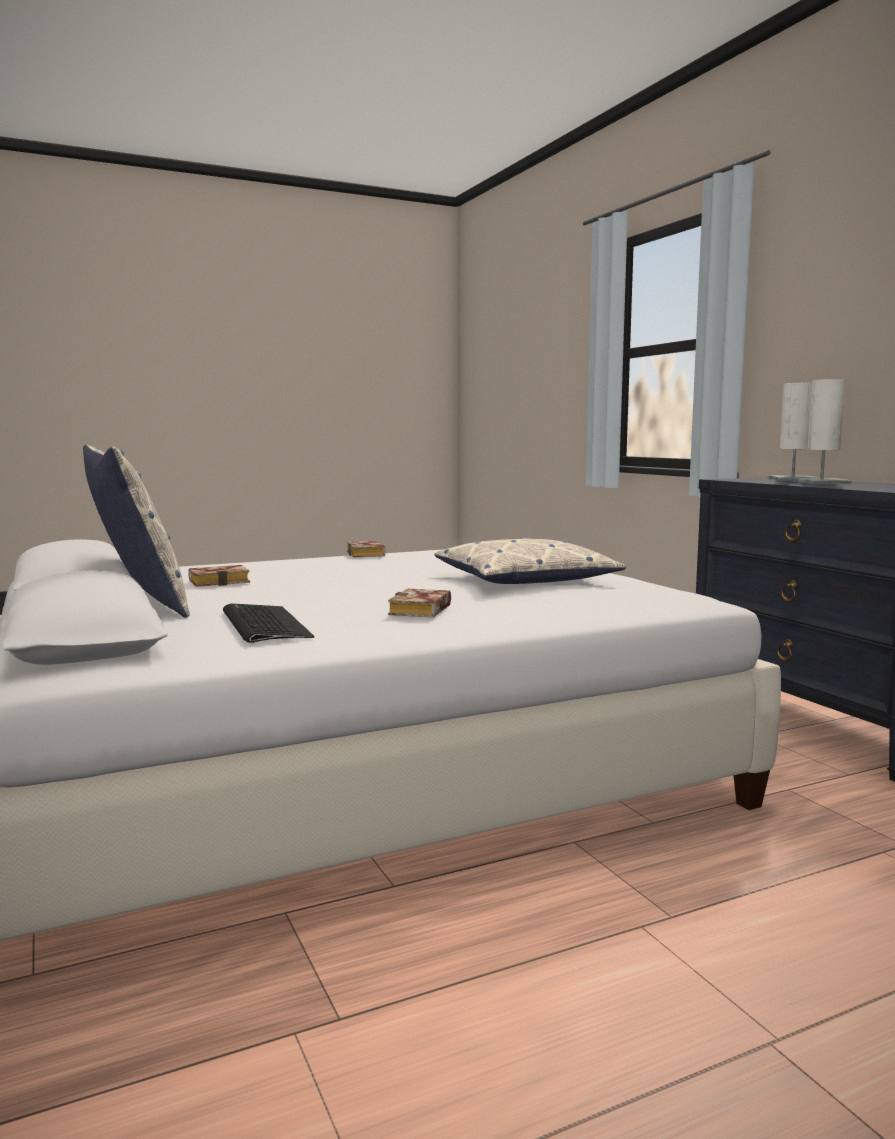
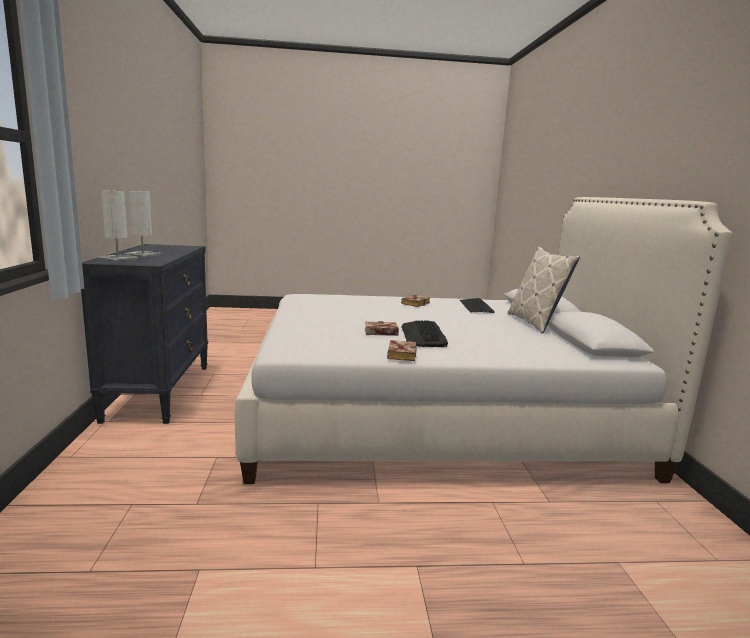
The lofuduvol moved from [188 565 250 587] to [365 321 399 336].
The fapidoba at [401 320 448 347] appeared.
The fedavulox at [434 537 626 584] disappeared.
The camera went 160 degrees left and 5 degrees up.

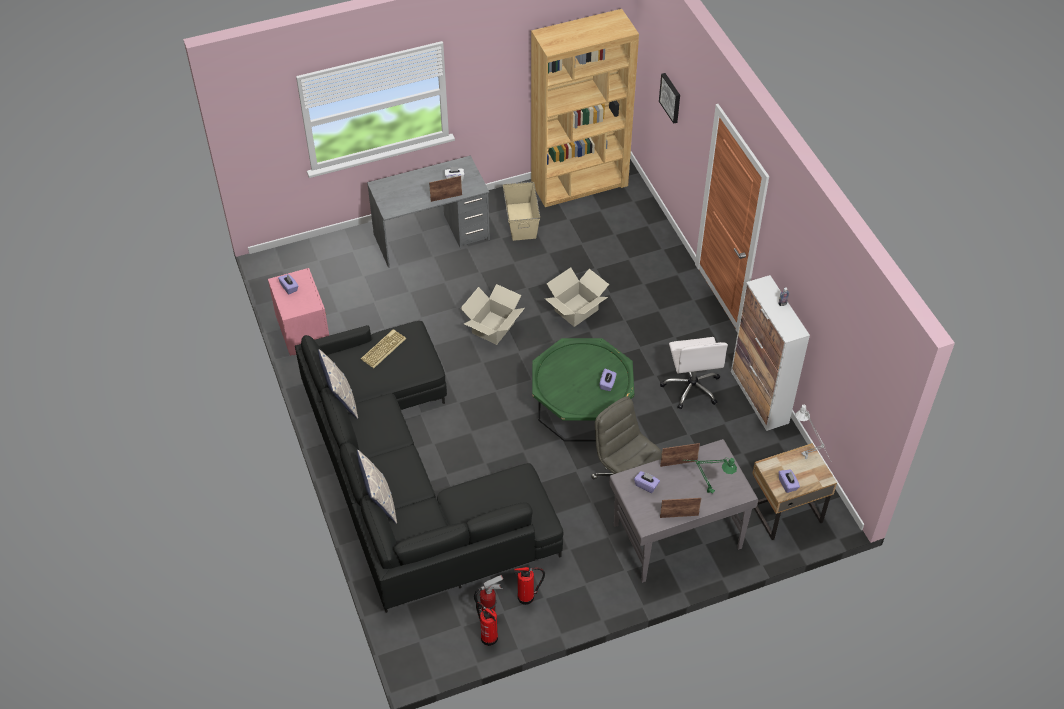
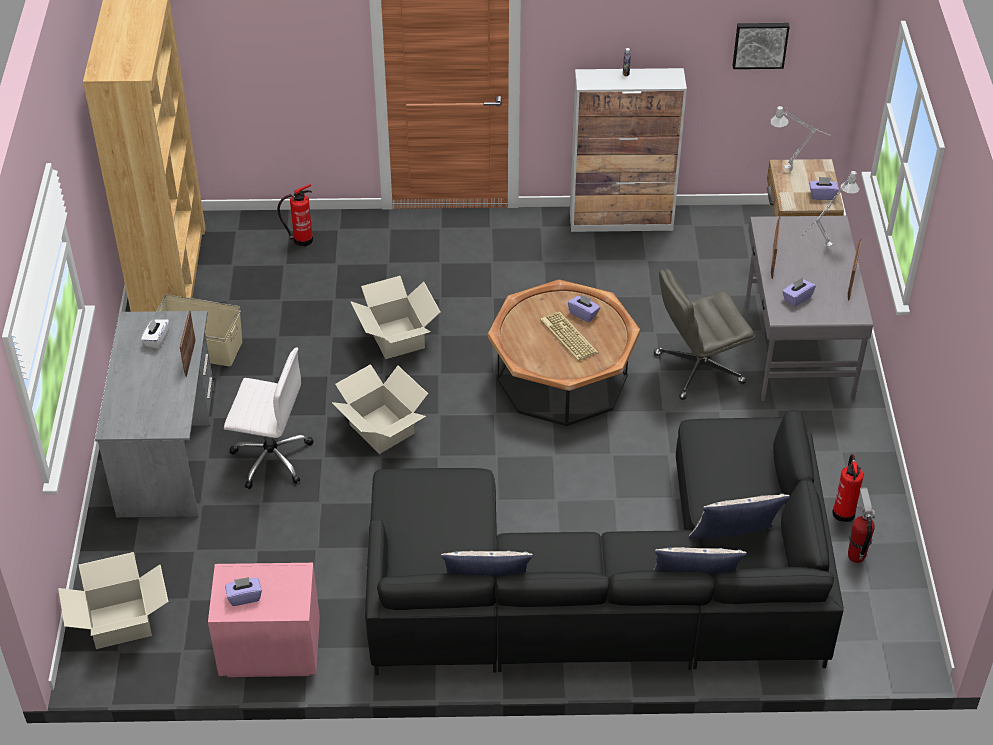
The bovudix at [58 552 168 649] appeared.
The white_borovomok moved from [660 337 728 409] to [224 347 313 489].
The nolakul moved from [476 602 498 646] to [277 184 313 246].
The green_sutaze at [532 338 634 441] became the brown_sutaze at [488 280 640 426].
The fapidoba moved from [361 329 406 368] to [540 312 598 361].
The fedavulox at [689 493 790 538] appeared.
The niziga moved from [659 73 680 124] to [732 23 790 69].
The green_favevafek at [684 457 737 494] became the grey_favevafek at [802 171 860 251].
The camera went 70 degrees left and 5 degrees down.

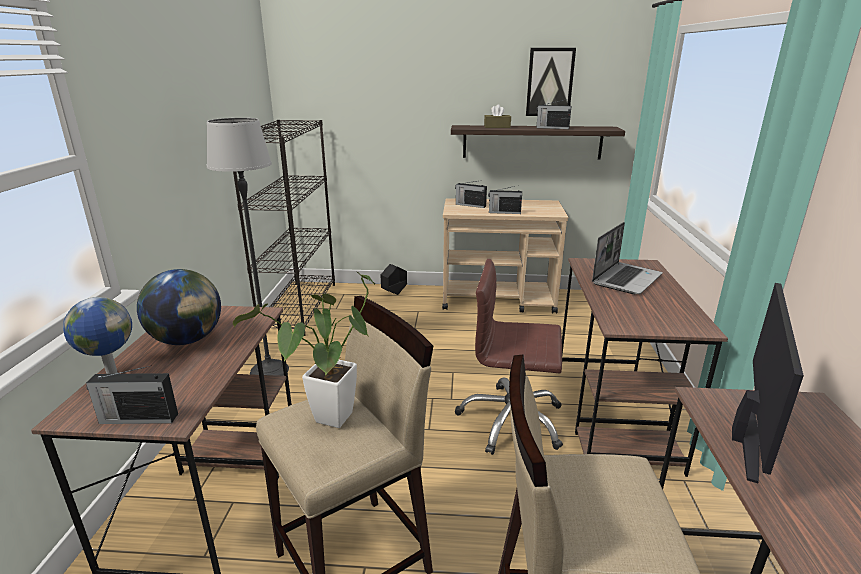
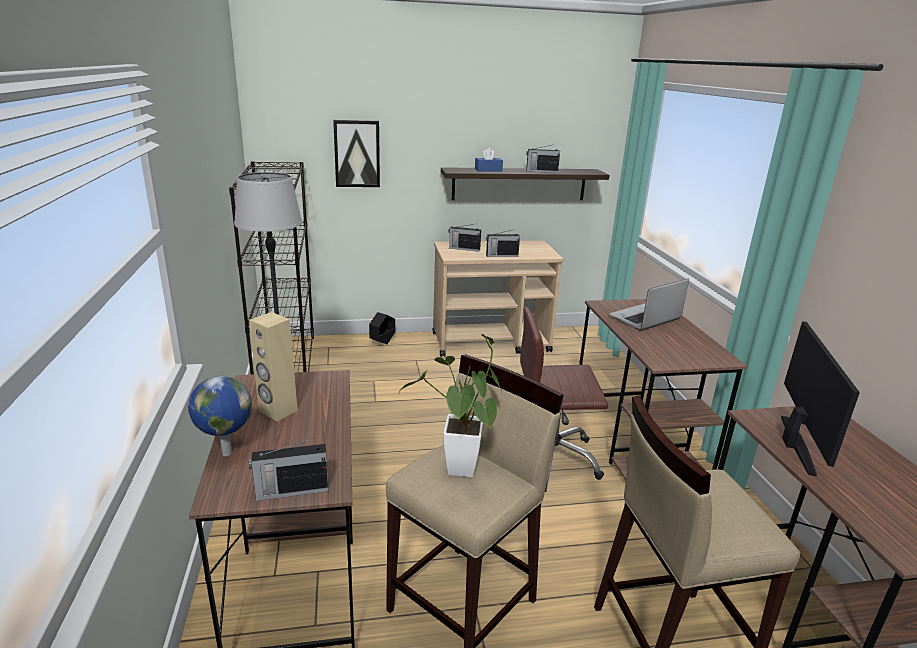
The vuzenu at [137 269 221 345] was replaced by the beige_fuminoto at [249 312 298 421].
The niziga moved from [526 48 576 116] to [333 120 380 187].
The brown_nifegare at [484 104 511 128] became the blue_nifegare at [475 148 503 171].
The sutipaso at [592 222 663 294] turned 150 degrees counterclockwise.
The camera went 15 degrees left and 0 degrees up.

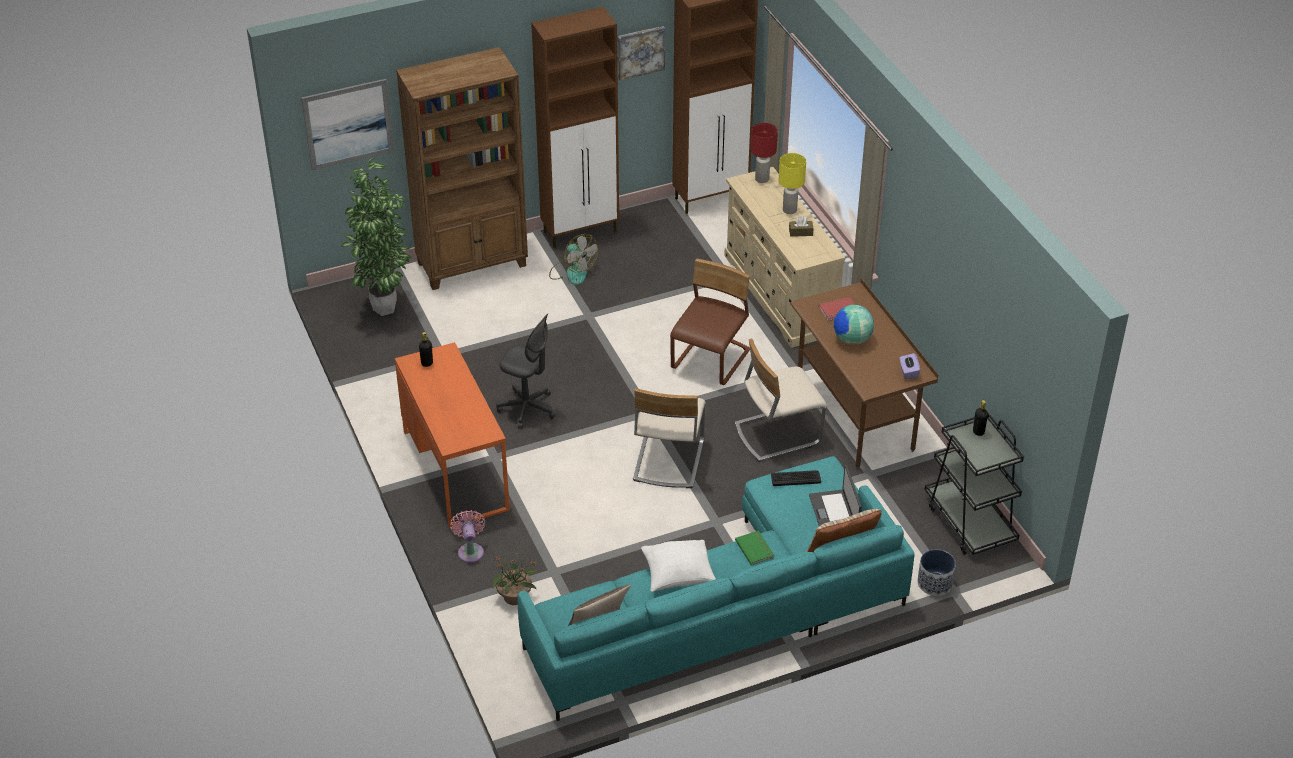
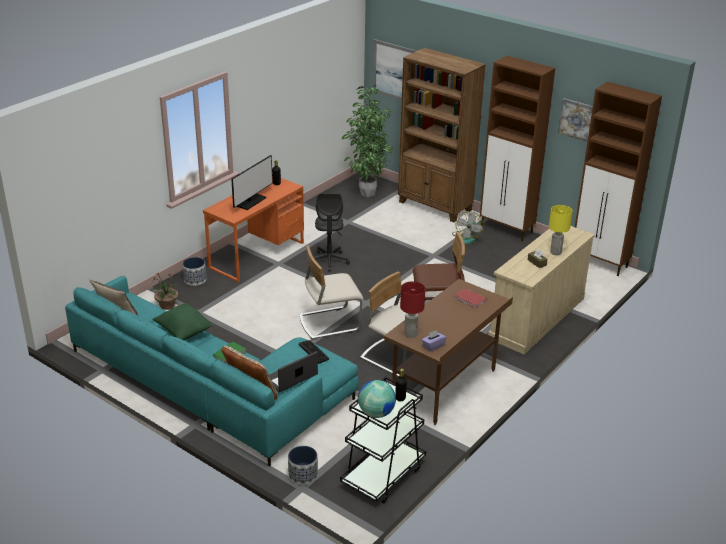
The white_fedavulox at [641 540 716 592] became the green_fedavulox at [153 303 213 340].
The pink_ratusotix at [450 510 485 563] was replaced by the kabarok at [182 257 206 286].
The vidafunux at [231 155 273 210] appeared.
The vuzenu moved from [834 305 874 345] to [358 380 396 418].
The red_favevafek moved from [751 123 778 183] to [400 281 425 338].
The camera went 60 degrees right and 10 degrees down.

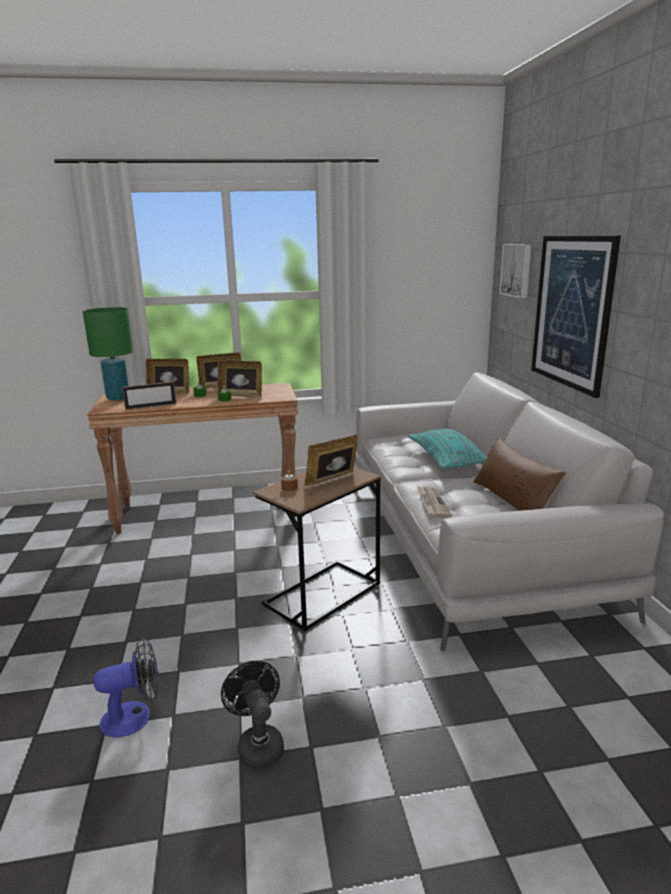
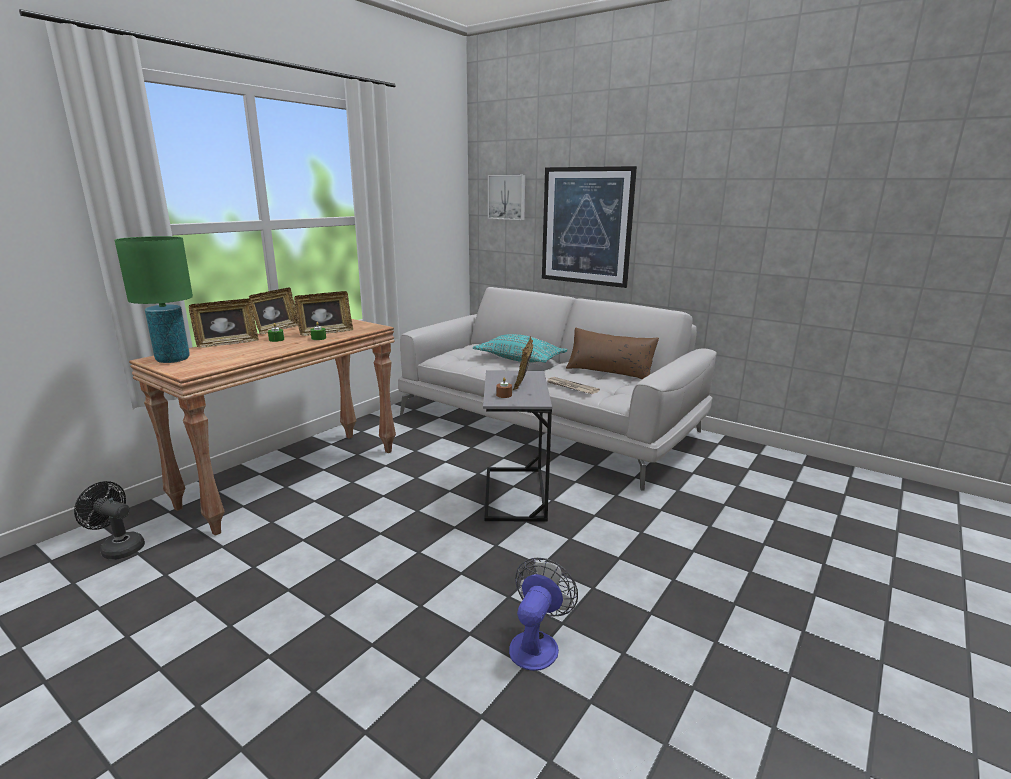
The black_ratusotix moved from [221 661 284 769] to [74 481 145 560].
The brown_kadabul at [253 467 381 631] became the grey_kadabul at [483 370 552 522].
The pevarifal at [122 381 176 410] disappeared.
The camera went 45 degrees left and 0 degrees up.

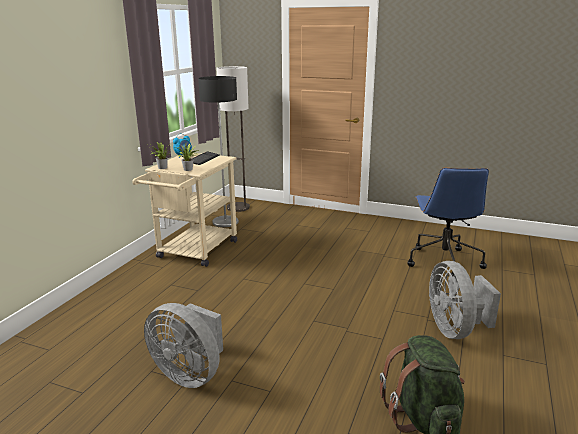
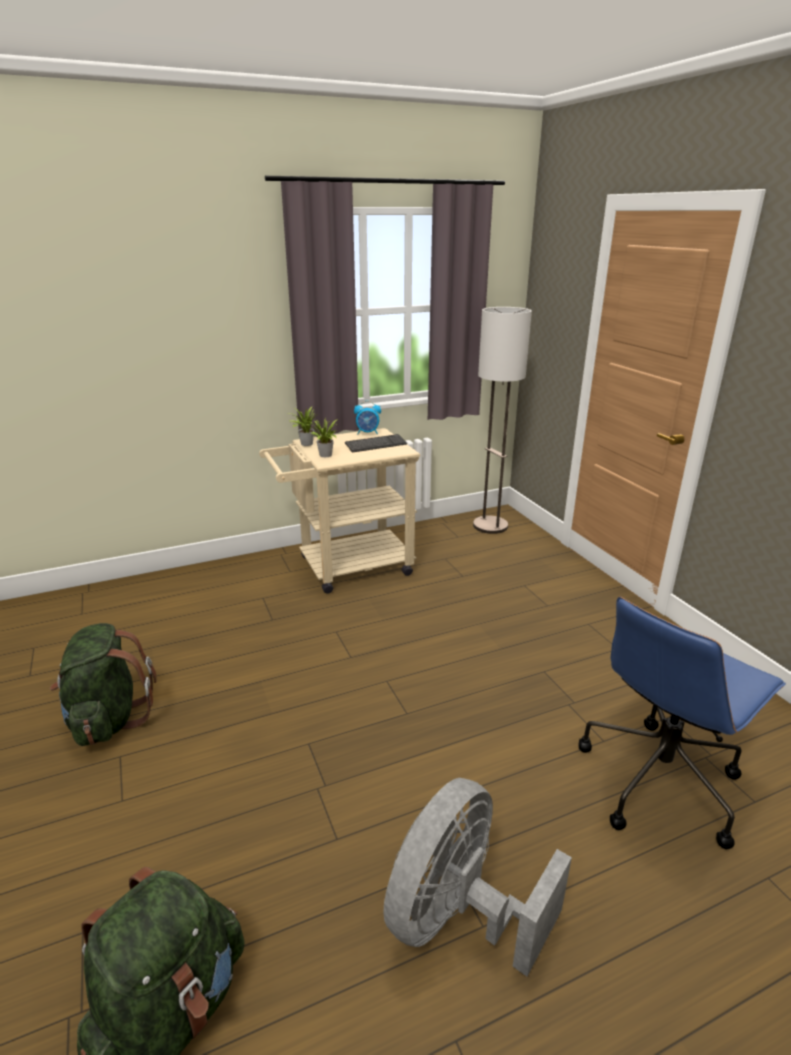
The grey_ratusotix at [144 303 223 388] was replaced by the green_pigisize at [50 623 156 746].
The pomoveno at [198 76 239 227] disappeared.
The camera went 45 degrees right and 5 degrees up.

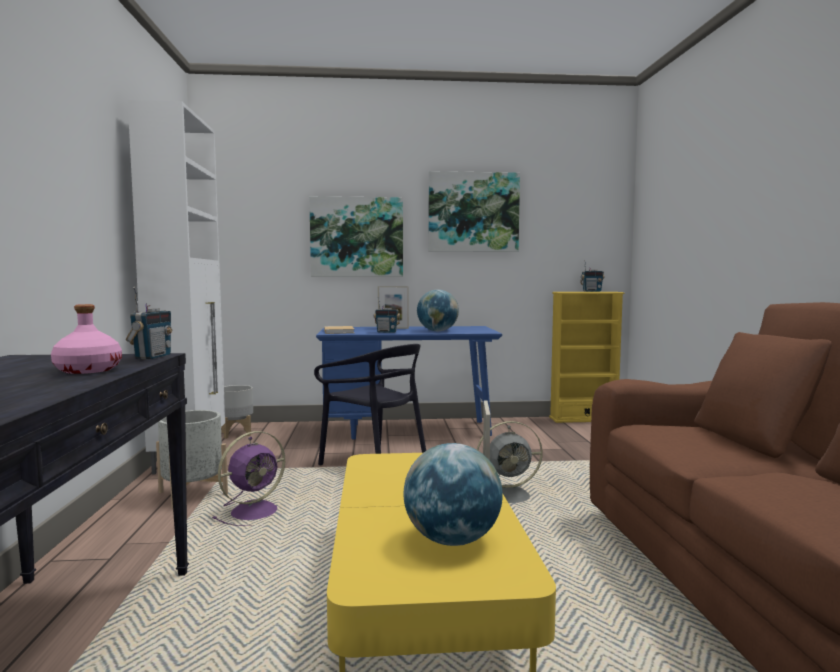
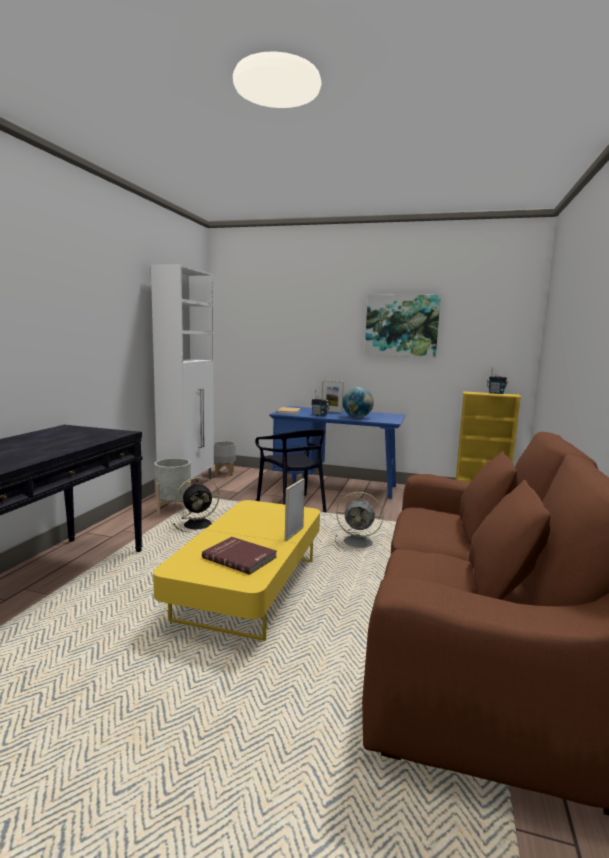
The purple_ratusotix at [212 431 285 526] became the black_ratusotix at [173 477 219 533].
The vuzenu at [403 443 503 546] was replaced by the red_lofuduvol at [202 537 277 575].
The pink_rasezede at [51 304 122 374] disappeared.
The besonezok at [126 287 172 360] disappeared.
The niziga at [309 196 403 277] disappeared.
The camera went 20 degrees right and 5 degrees up.

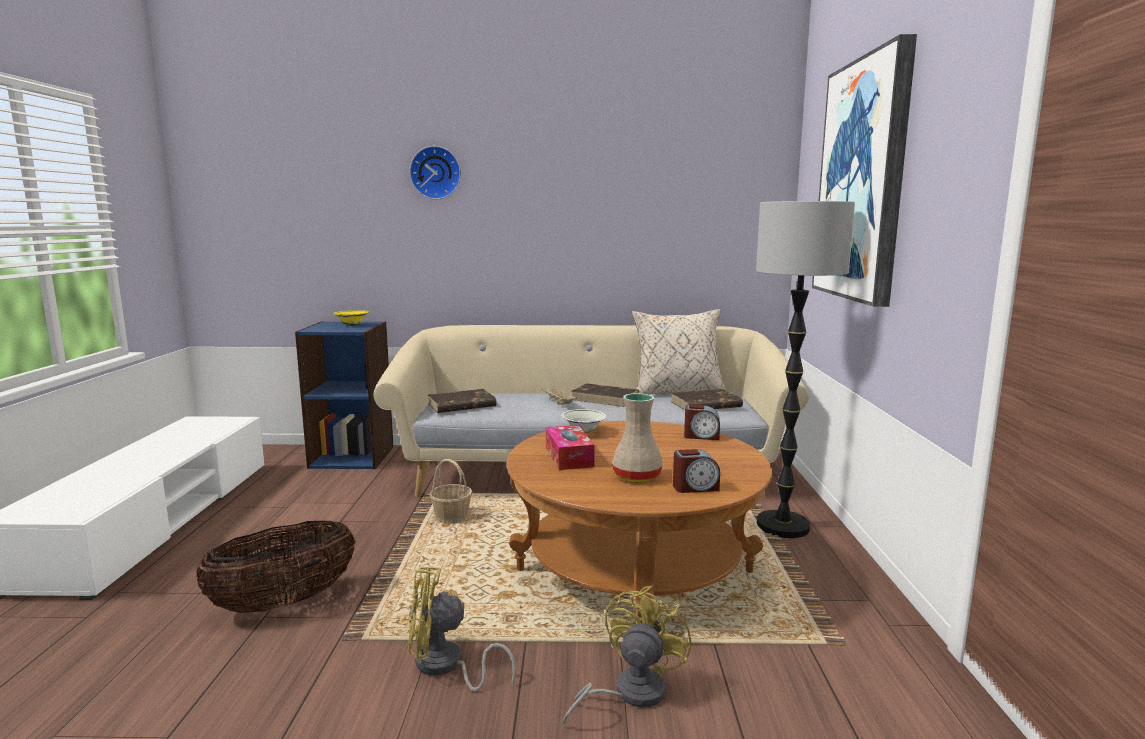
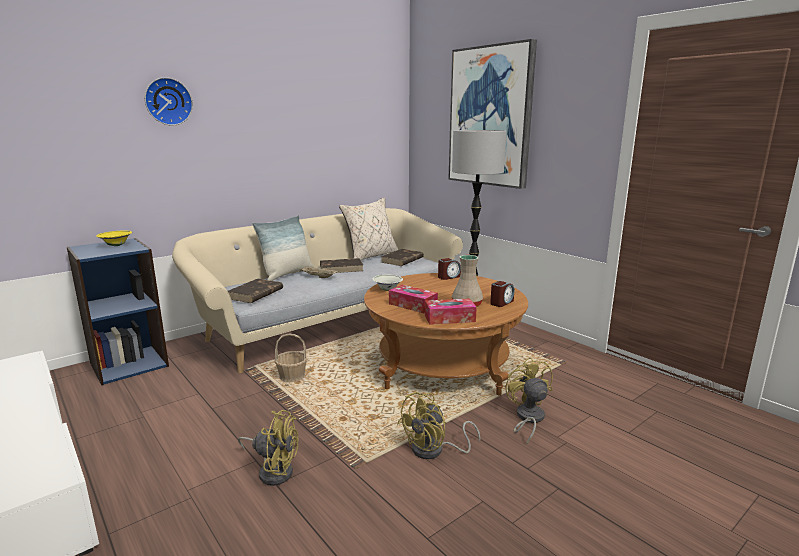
The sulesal at [196 521 356 613] was replaced by the yellow_ratusotix at [238 410 299 486].
The fedavulox at [252 215 314 281] appeared.
The nifegare at [425 298 477 325] appeared.
The camera went 40 degrees left and 5 degrees up.

